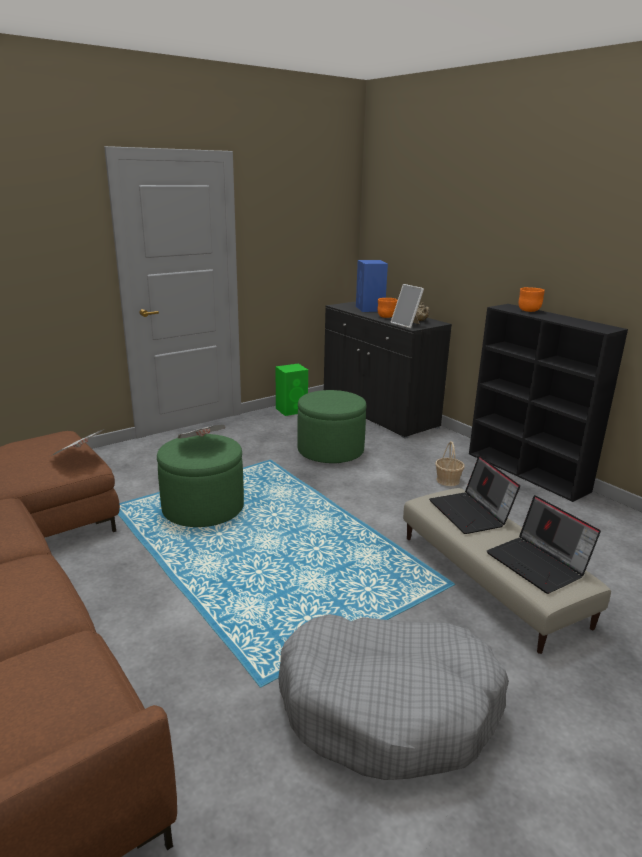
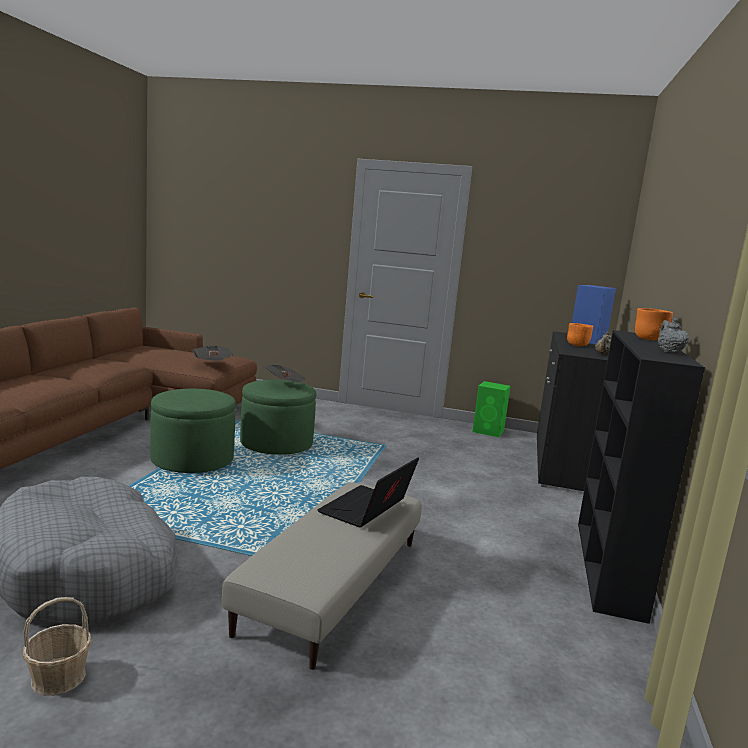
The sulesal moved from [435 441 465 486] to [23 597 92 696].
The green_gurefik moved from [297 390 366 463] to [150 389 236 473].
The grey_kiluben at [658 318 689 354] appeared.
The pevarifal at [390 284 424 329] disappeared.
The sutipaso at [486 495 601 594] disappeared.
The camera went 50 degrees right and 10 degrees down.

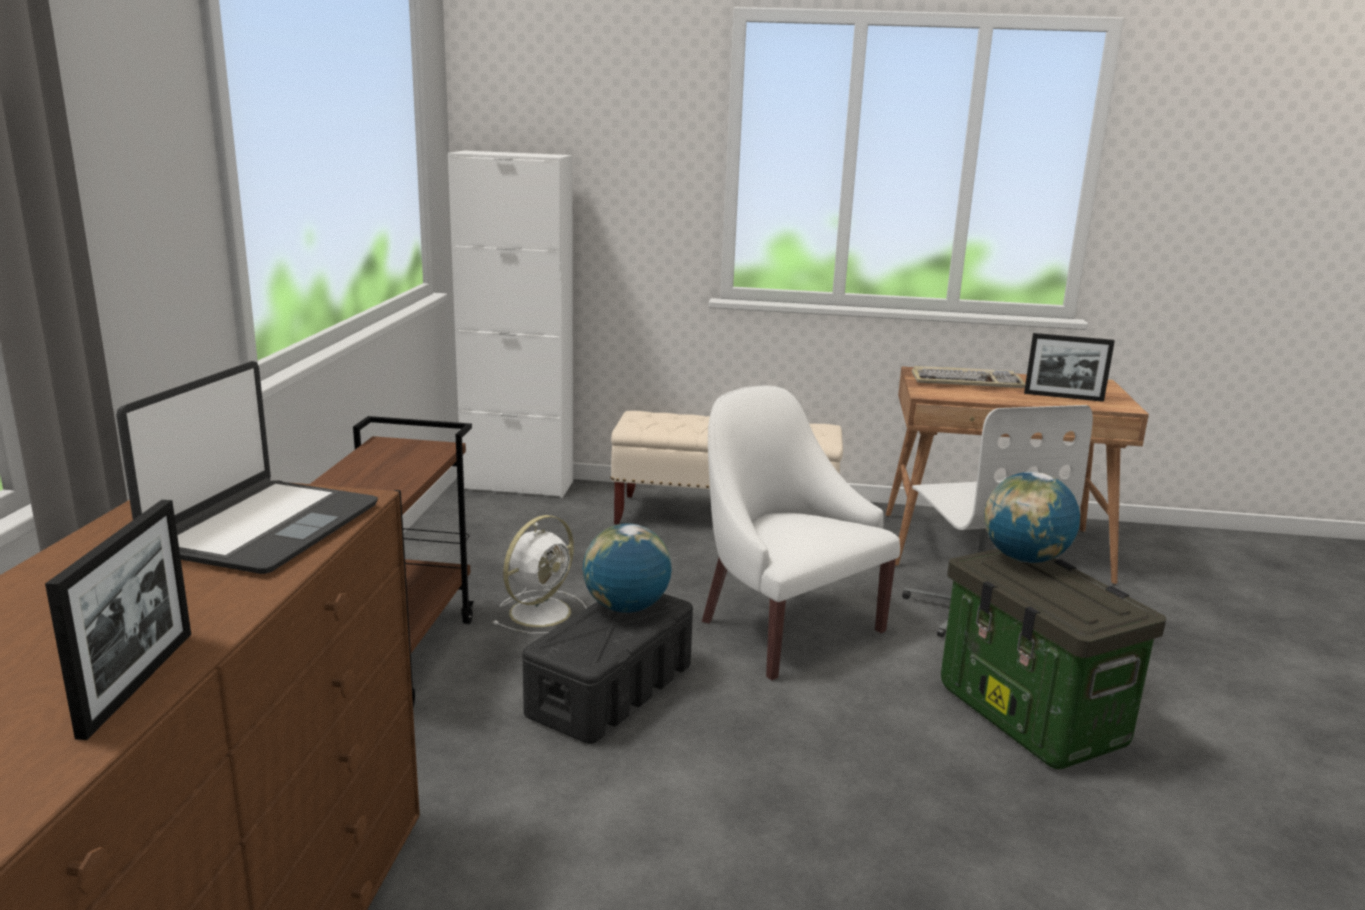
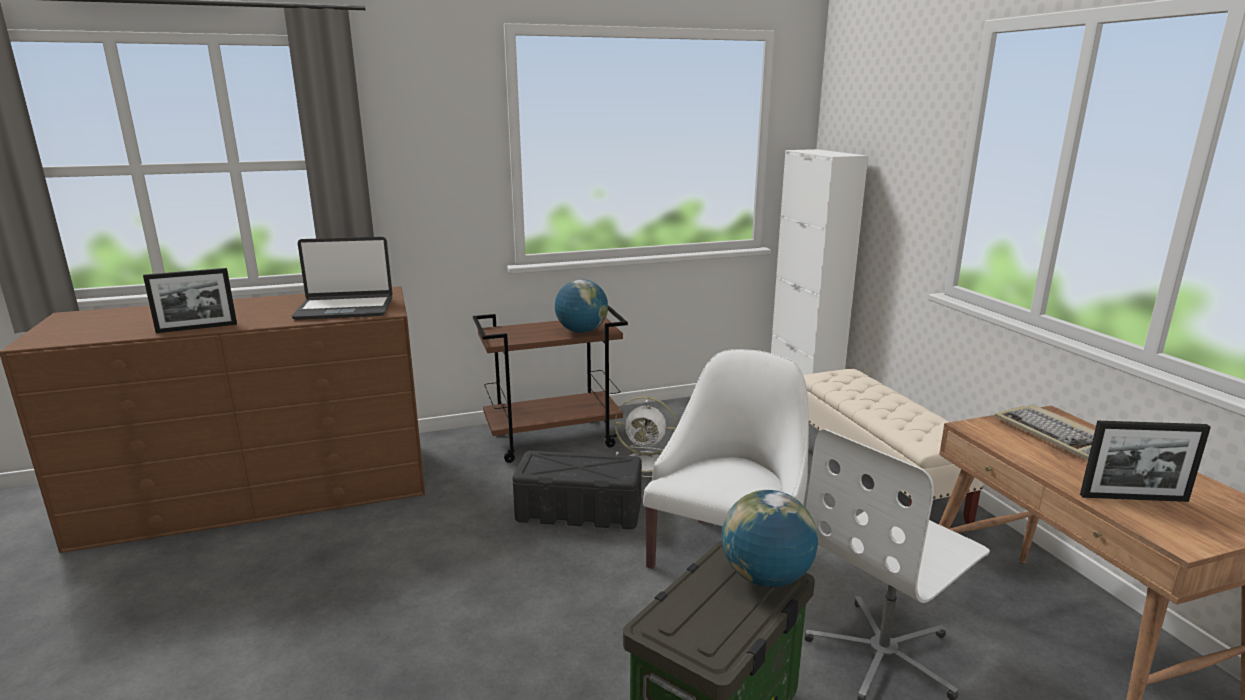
The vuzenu moved from [583 523 672 613] to [555 279 608 333].
The pevarifal at [1024 333 1115 402] turned 75 degrees counterclockwise.
The camera went 65 degrees right and 0 degrees up.

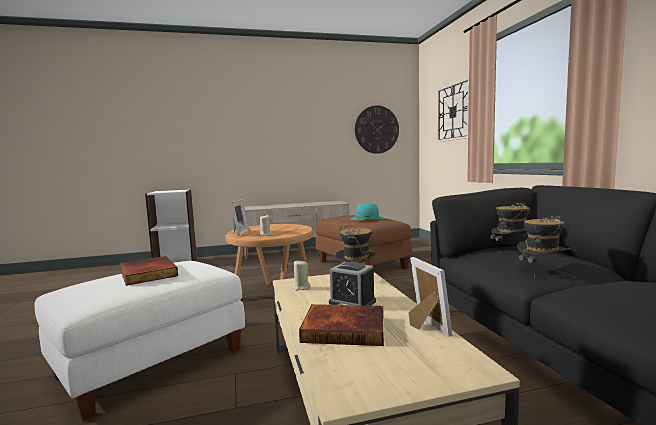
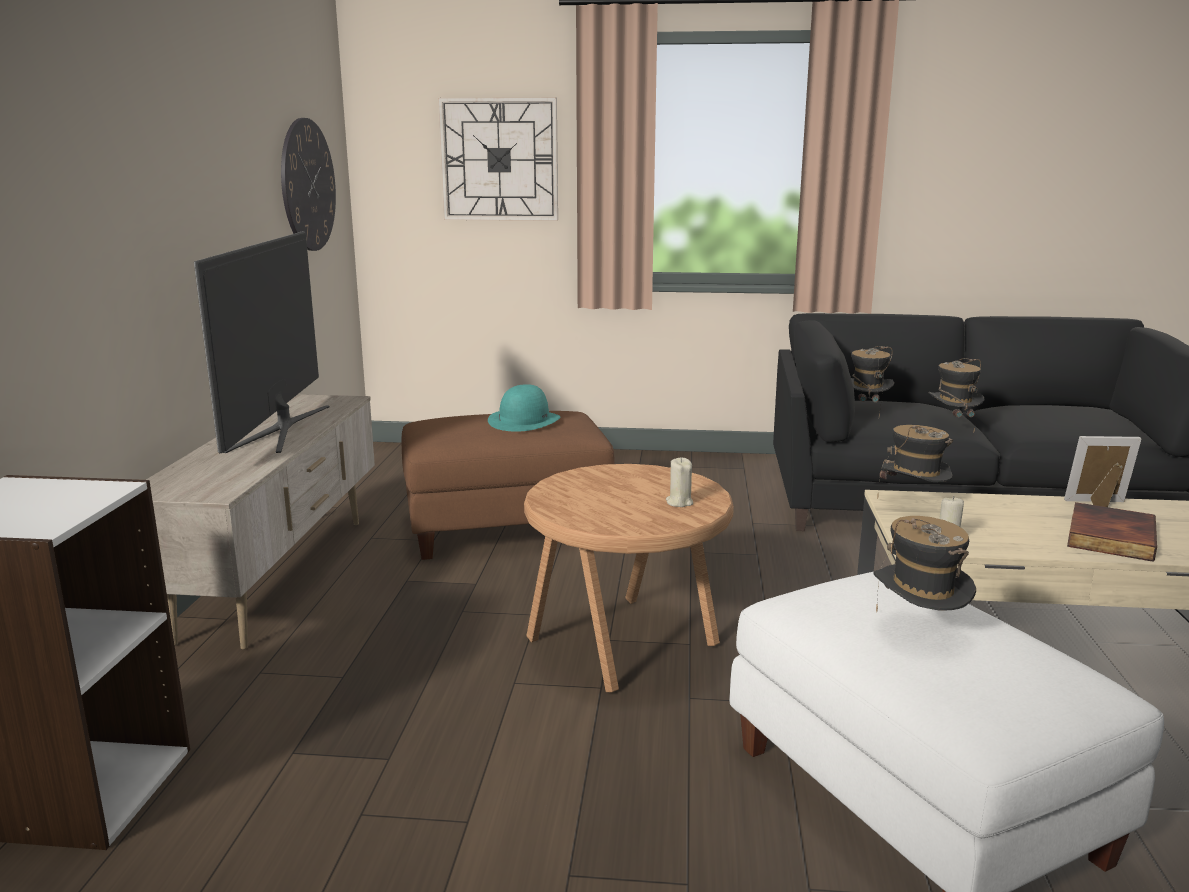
The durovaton at [194 231 330 453] appeared.
The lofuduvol at [120 256 178 286] was replaced by the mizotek at [873 516 976 612].
The pevarifal at [230 199 249 236] disappeared.
The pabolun at [329 262 376 306] disappeared.
The camera went 70 degrees left and 10 degrees up.

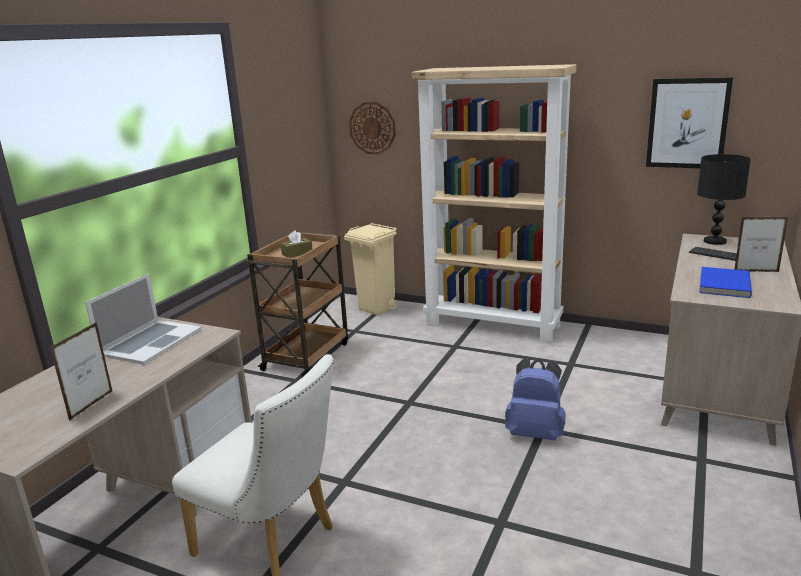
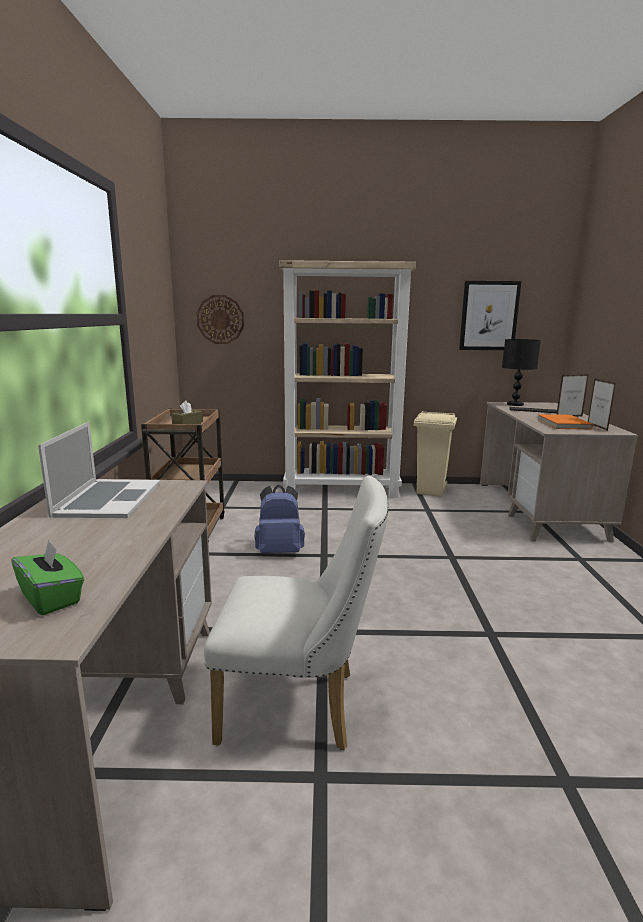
The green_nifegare at [11 539 84 615] appeared.
The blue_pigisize moved from [505 358 565 441] to [254 485 305 553].
The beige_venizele moved from [344 223 397 316] to [414 412 457 497].
The blue_lofuduvol at [699 267 752 298] became the orange_lofuduvol at [537 414 593 429].
The pevarifal moved from [50 322 112 421] to [588 378 616 431].
The camera went 25 degrees left and 5 degrees down.

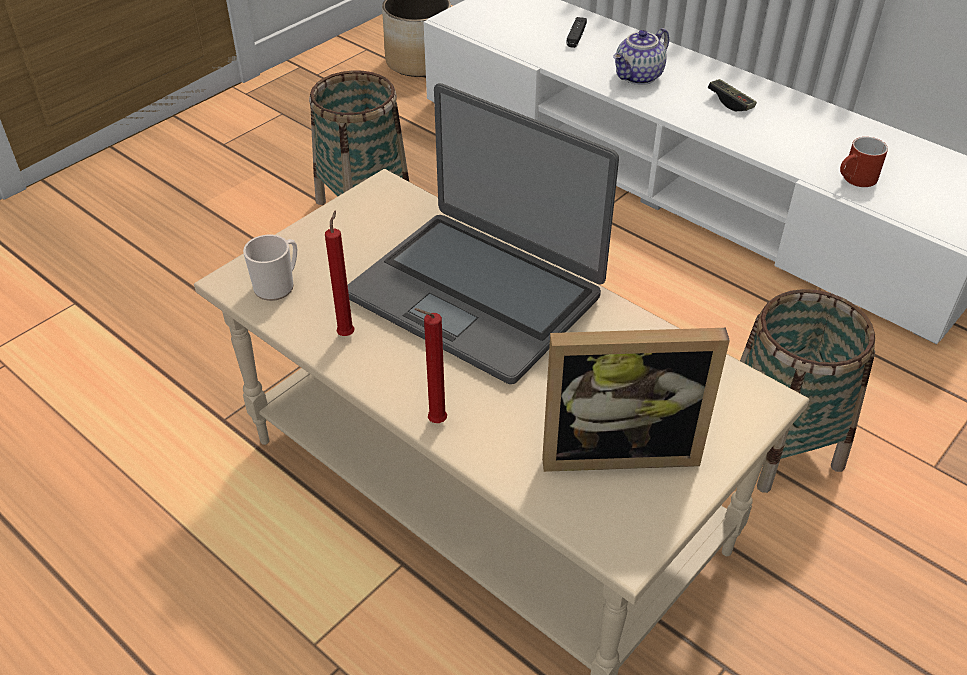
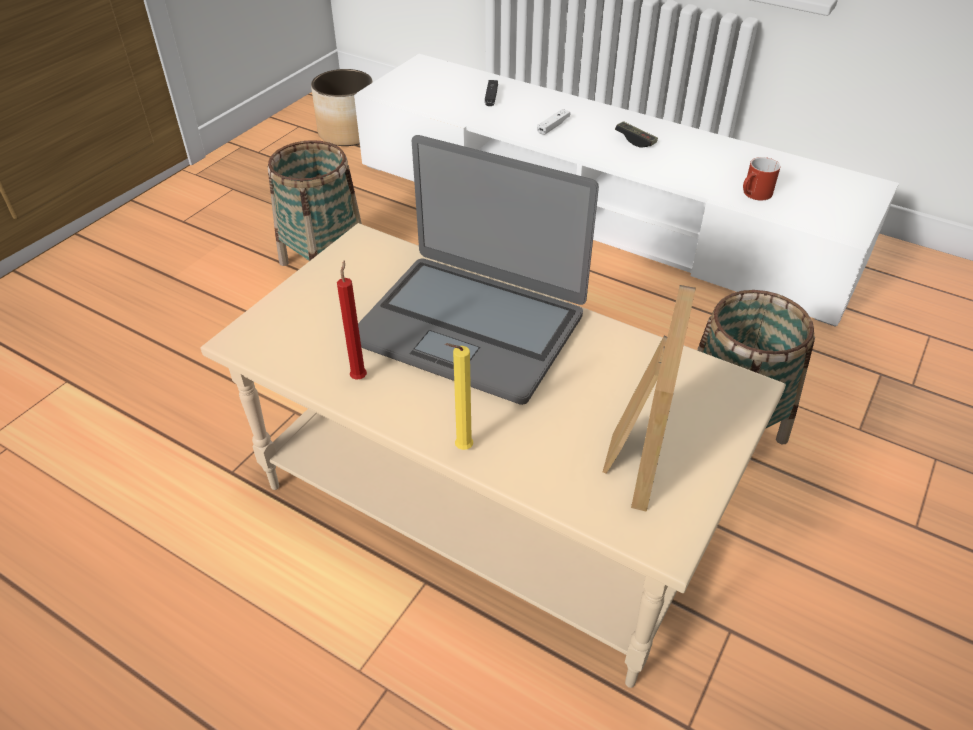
The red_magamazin at [414 308 447 423] became the yellow_magamazin at [445 343 473 450].
The kiluben at [613 28 669 85] was replaced by the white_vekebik at [537 109 570 135].
The pevarifal at [542 328 730 472] turned 60 degrees counterclockwise.
The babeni at [243 235 297 301] disappeared.
The camera went 10 degrees left and 0 degrees up.

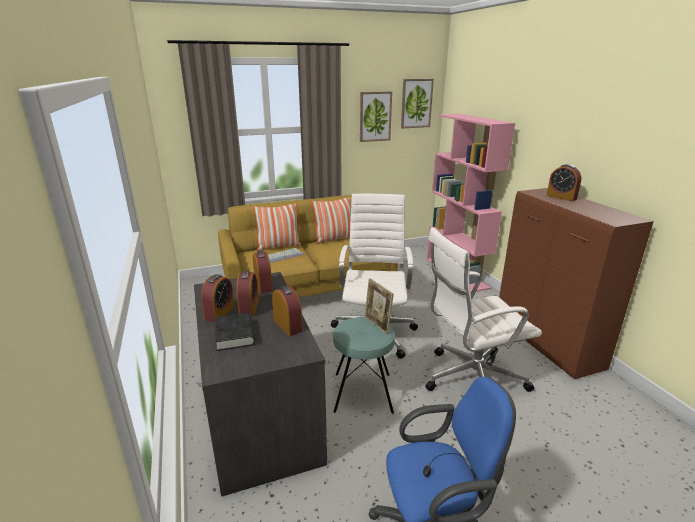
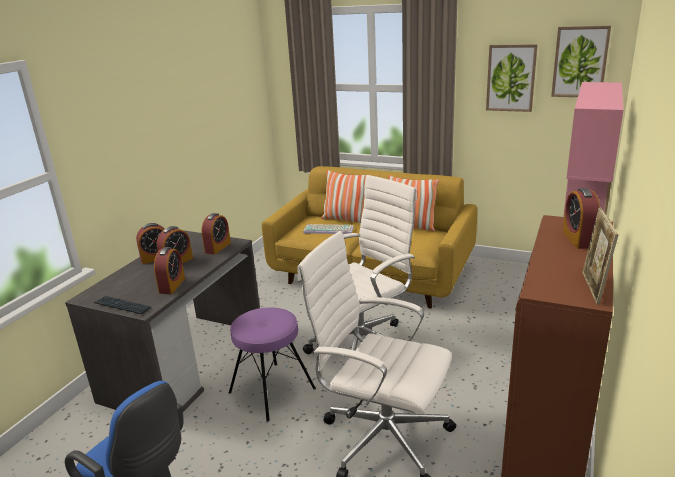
The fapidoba at [94 296 151 314] appeared.
The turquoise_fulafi at [333 317 395 413] became the purple_fulafi at [229 307 316 422].
The pevarifal moved from [364 278 394 334] to [582 208 618 305].
The black_lofuduvol at [215 313 255 351] disappeared.
The camera went 45 degrees right and 0 degrees up.

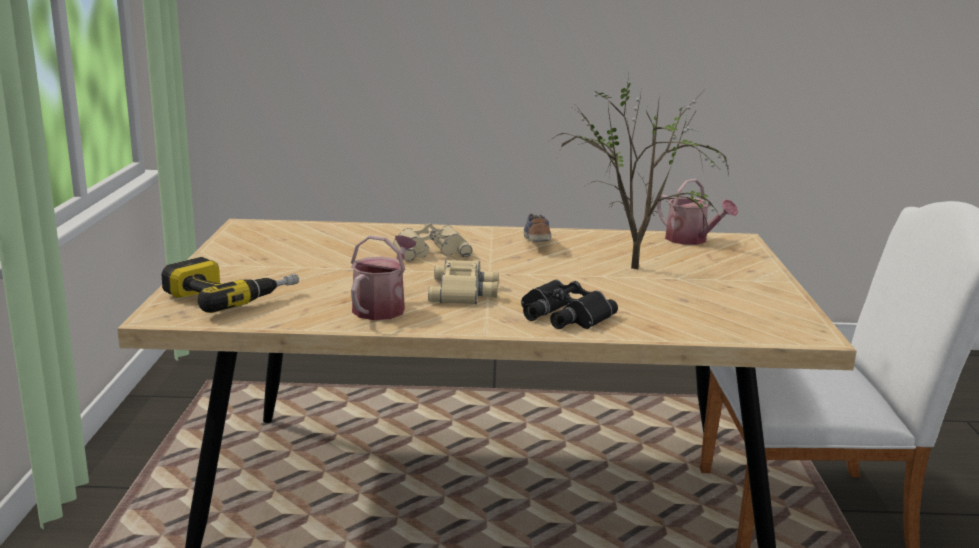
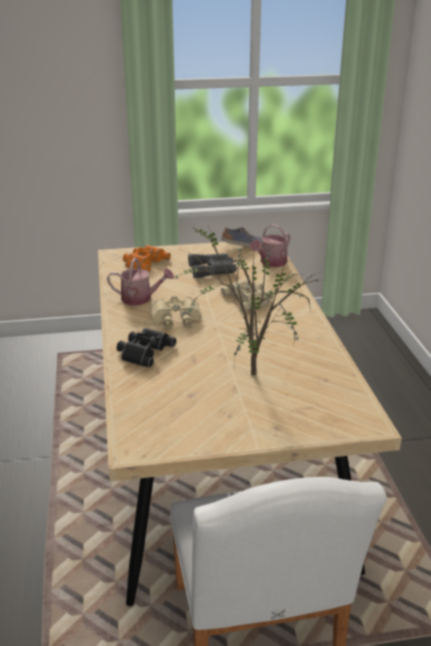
The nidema at [161 257 299 313] was replaced by the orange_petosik at [123 245 171 272].
The grey_petosik at [188 253 237 278] appeared.
The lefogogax moved from [523 214 552 242] to [221 227 262 247].
The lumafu moved from [657 179 738 245] to [250 224 290 267].
The camera went 80 degrees right and 10 degrees up.

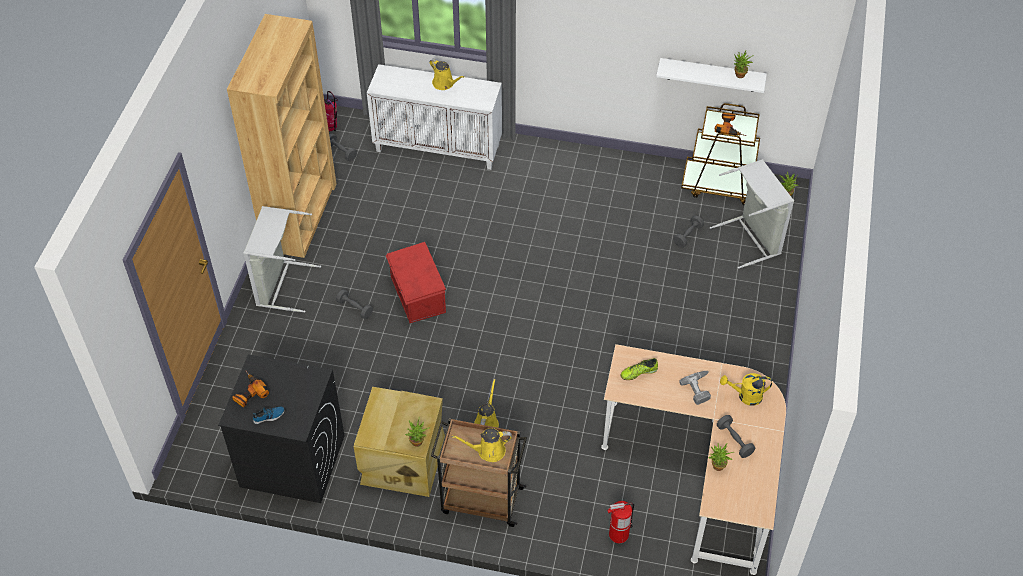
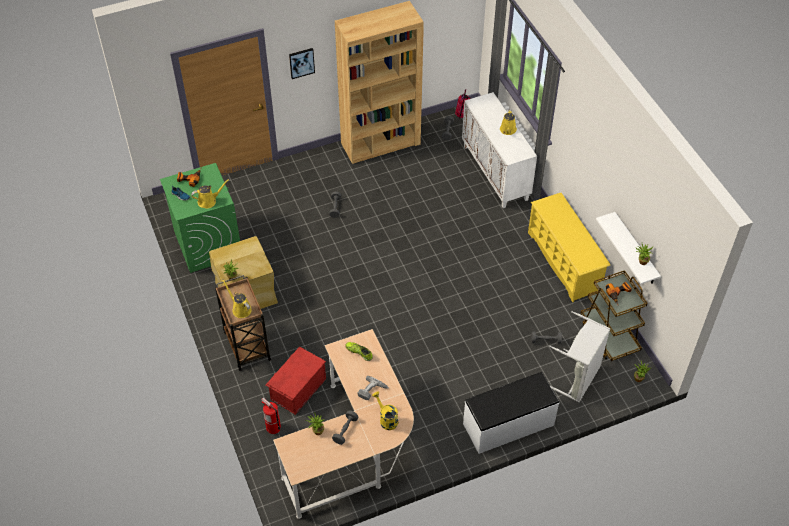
The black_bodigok at [218 354 344 503] became the green_bodigok at [160 163 240 273].
The yellow_lumafu moved from [474 379 499 428] to [191 179 229 208].
The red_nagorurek moved from [386 242 446 323] to [266 346 326 415].
The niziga at [289 48 315 79] appeared.
The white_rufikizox at [463 372 559 454] appeared.
The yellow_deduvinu at [528 193 610 302] appeared.
The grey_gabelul at [243 206 321 313] disappeared.
The camera went 55 degrees right and 0 degrees up.

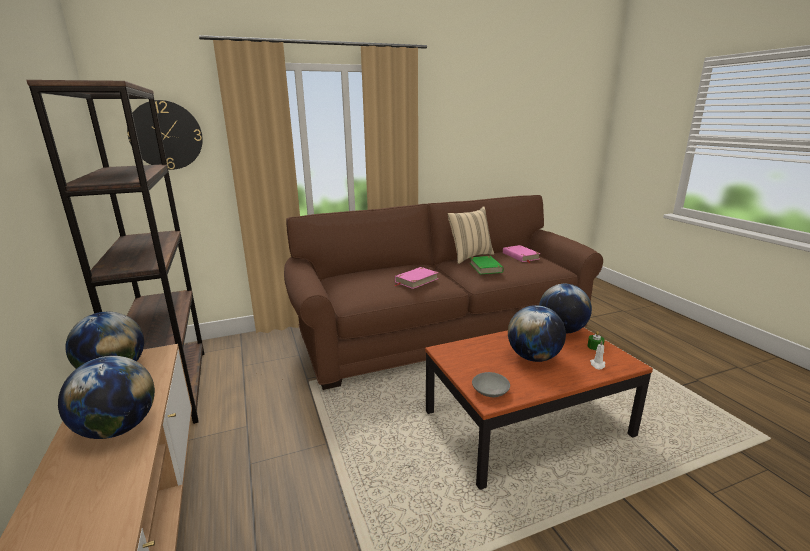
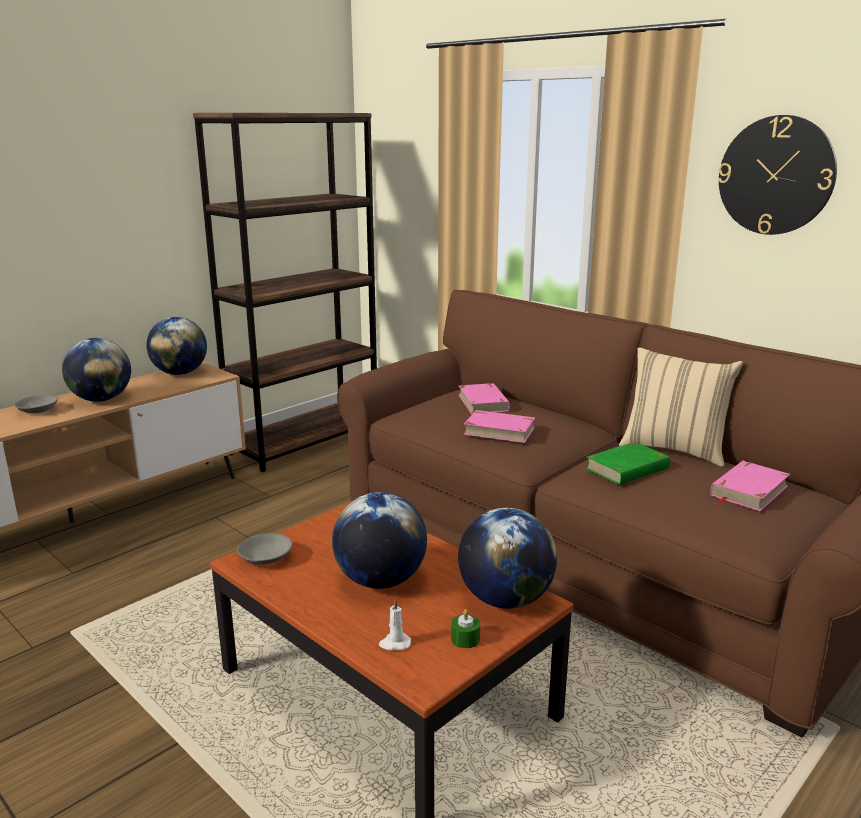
The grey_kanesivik at [14 395 58 413] appeared.
The pink_lofuduvol at [459 383 510 414] appeared.
The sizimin moved from [127 100 203 170] to [718 115 837 235].
The camera went 65 degrees right and 0 degrees up.

